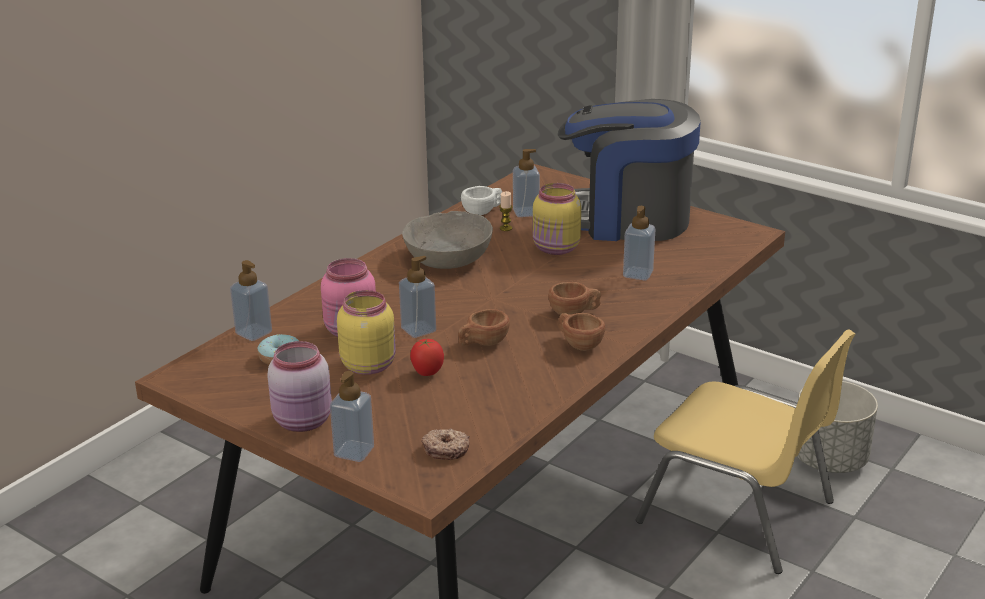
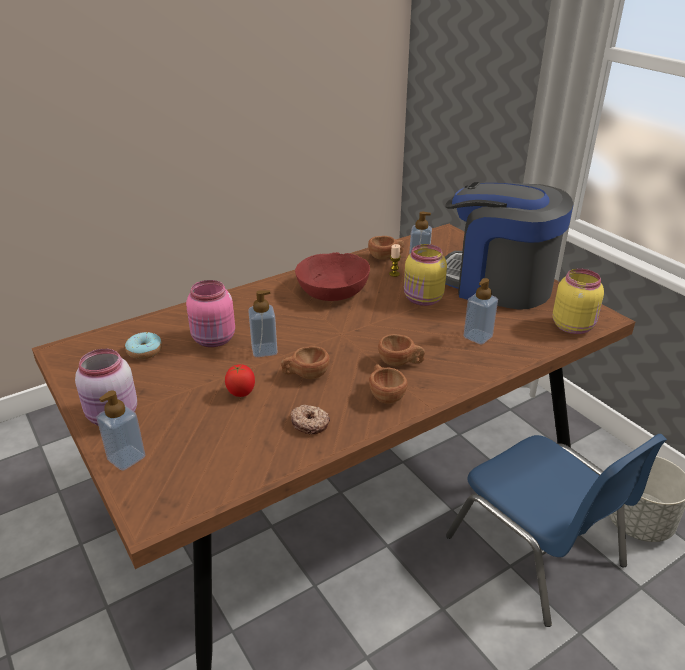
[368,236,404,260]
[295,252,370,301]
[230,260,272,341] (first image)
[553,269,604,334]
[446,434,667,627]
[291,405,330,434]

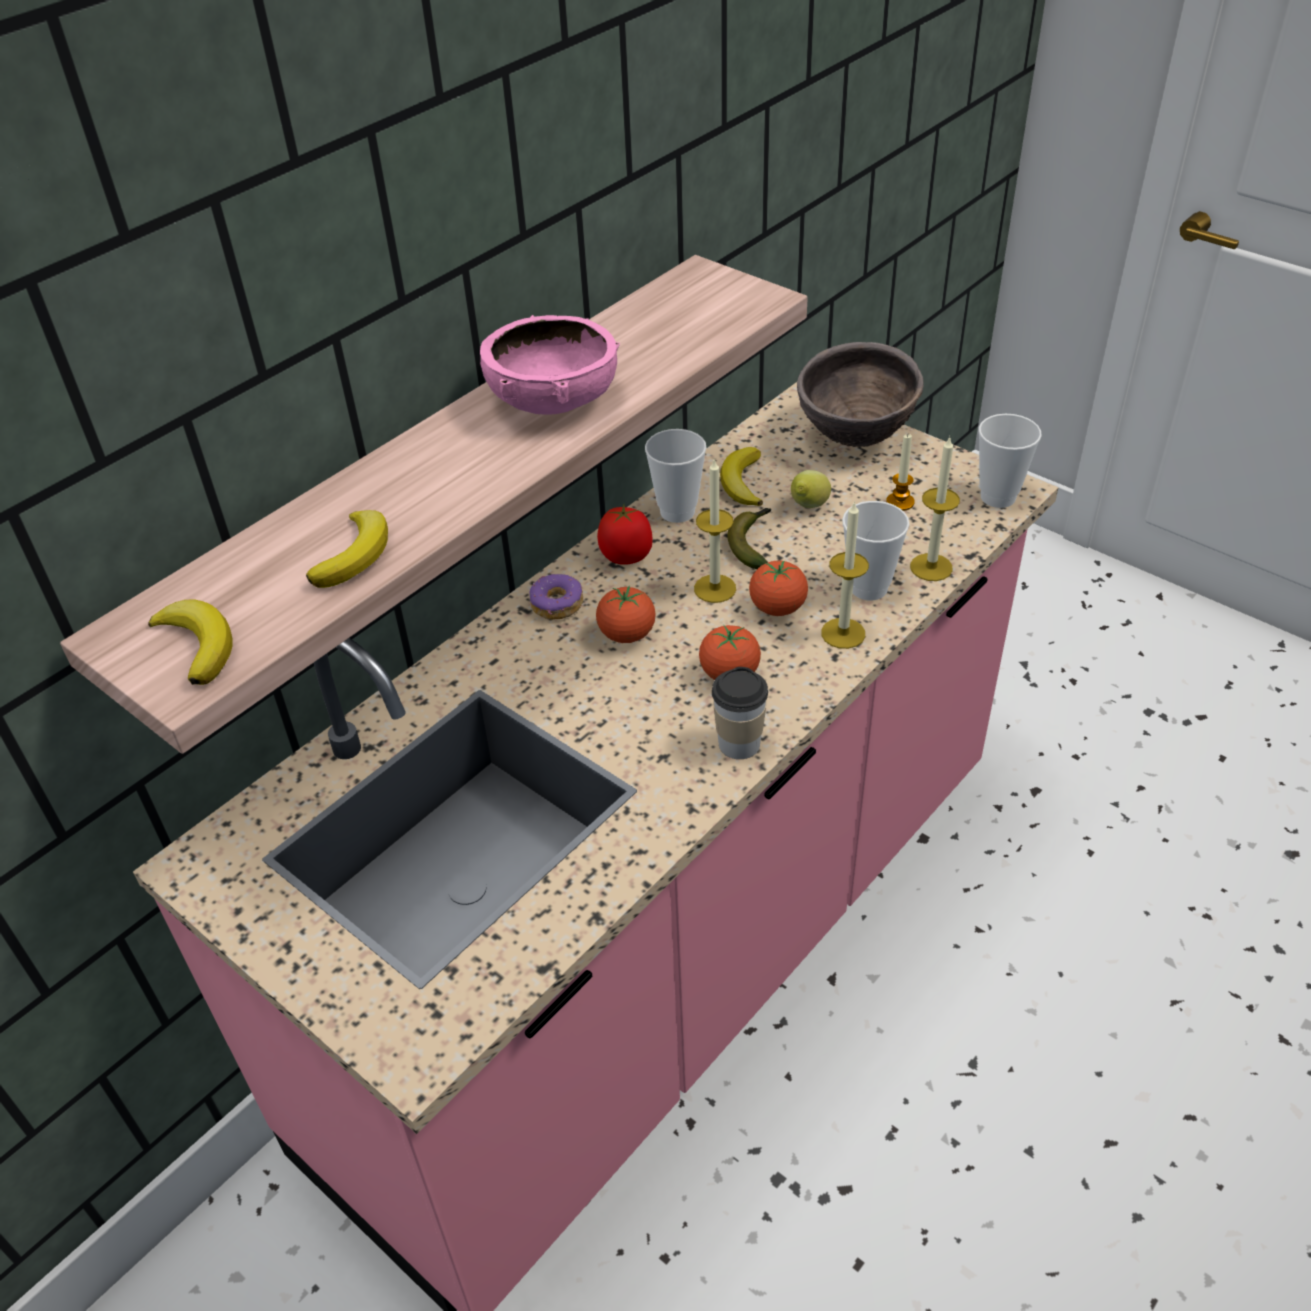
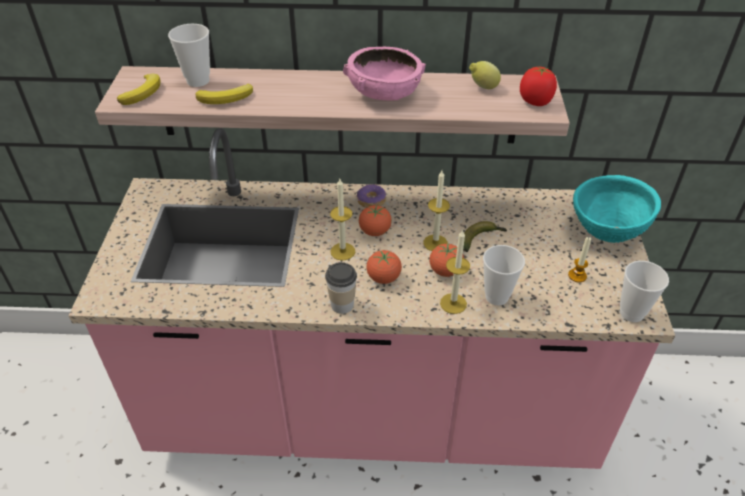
[573,175,661,243]
[168,24,210,87]
[330,179,355,261]
[720,447,763,506] (first image)
[469,61,501,89]
[520,66,557,106]

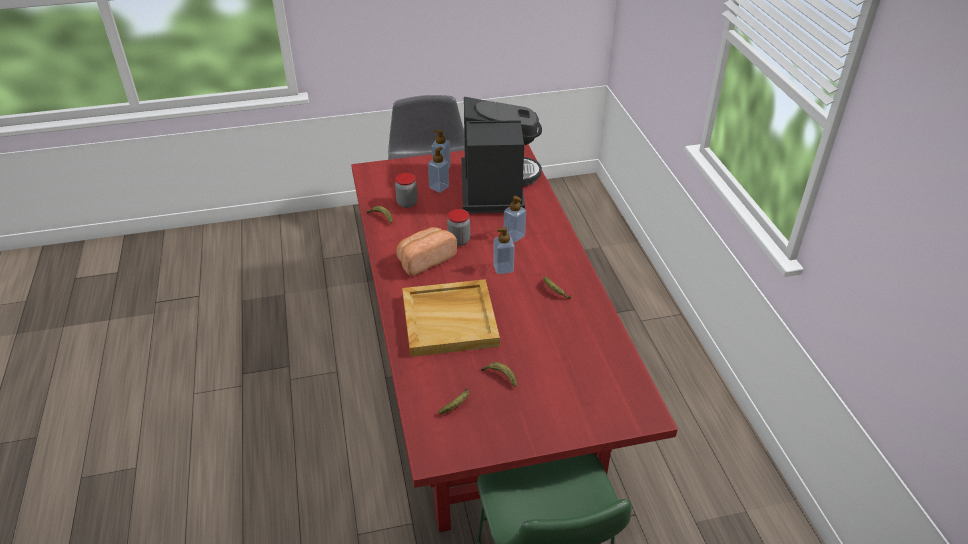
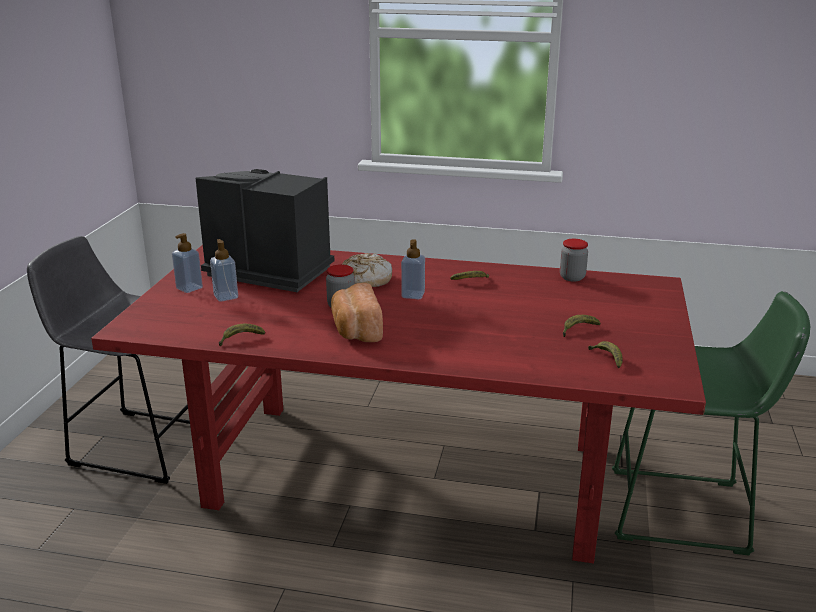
[560,239,588,282]
[342,253,392,287]
[402,279,500,357] (first image)

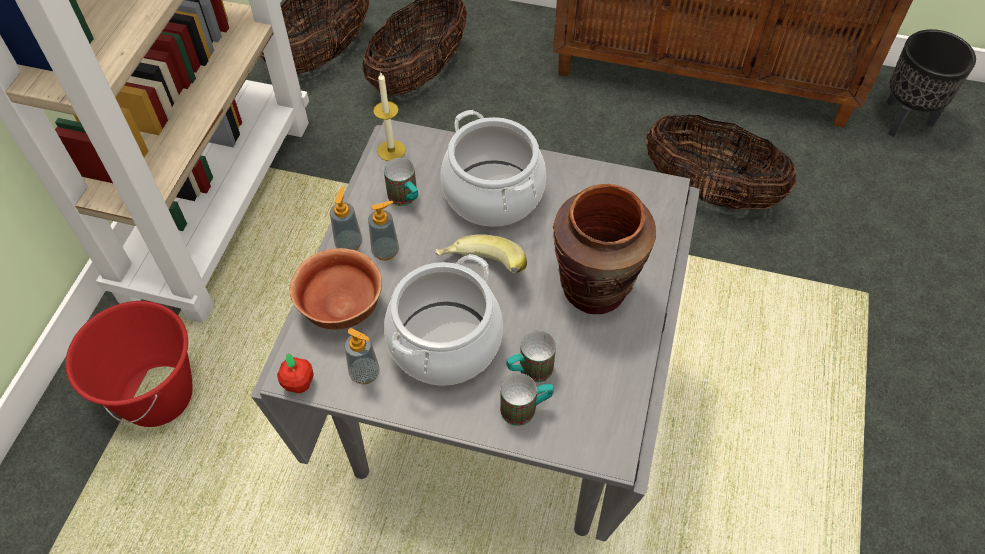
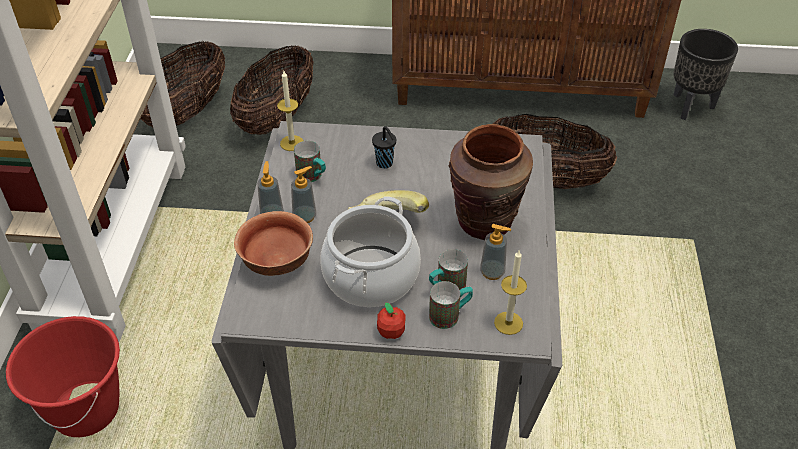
[372,126,396,169]
[480,224,511,280]
[377,302,406,339]
[494,251,527,335]

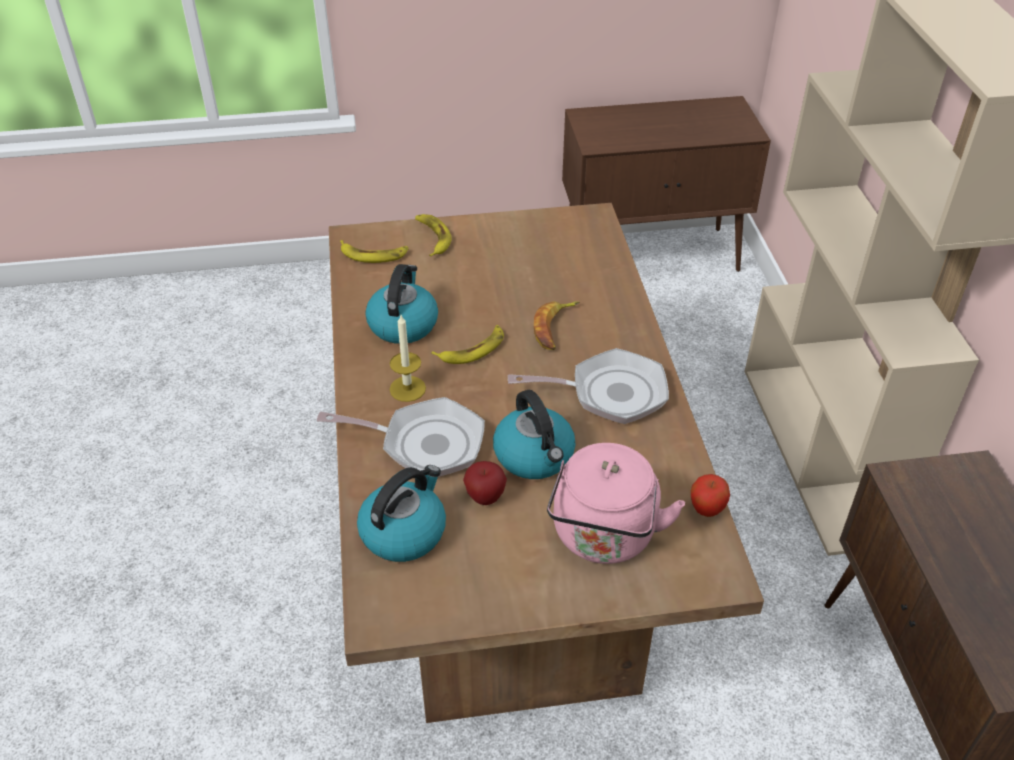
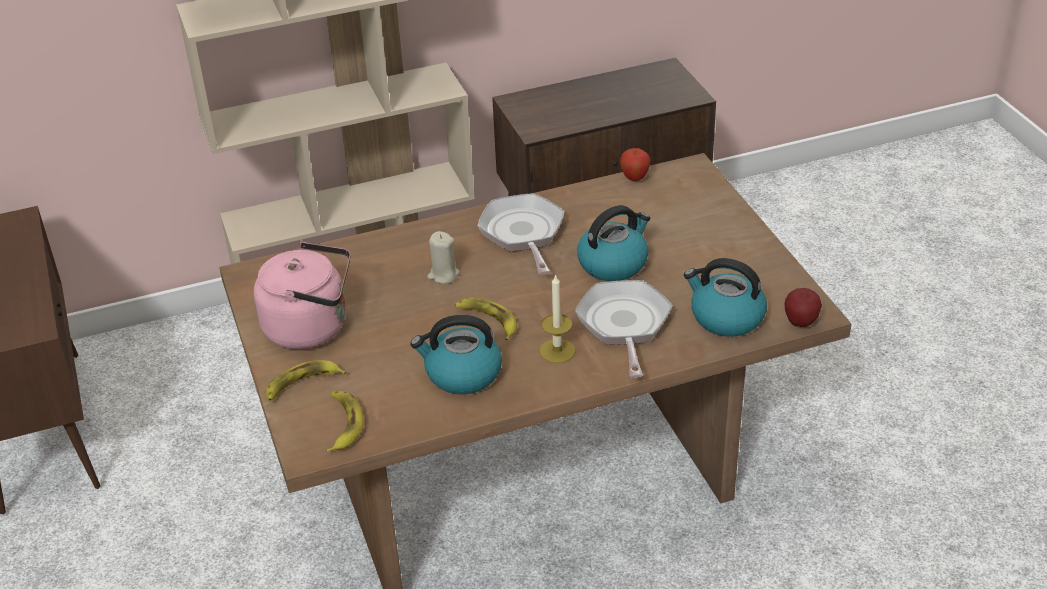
[427,231,460,284]
[254,242,351,349]
[784,288,822,327]

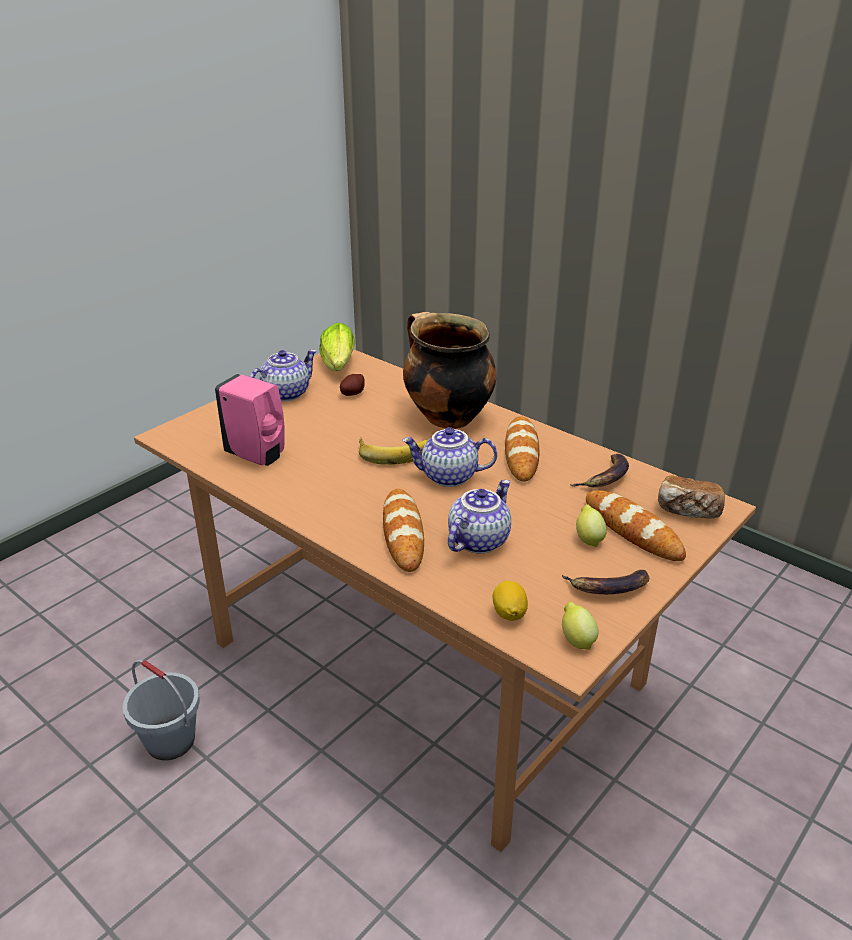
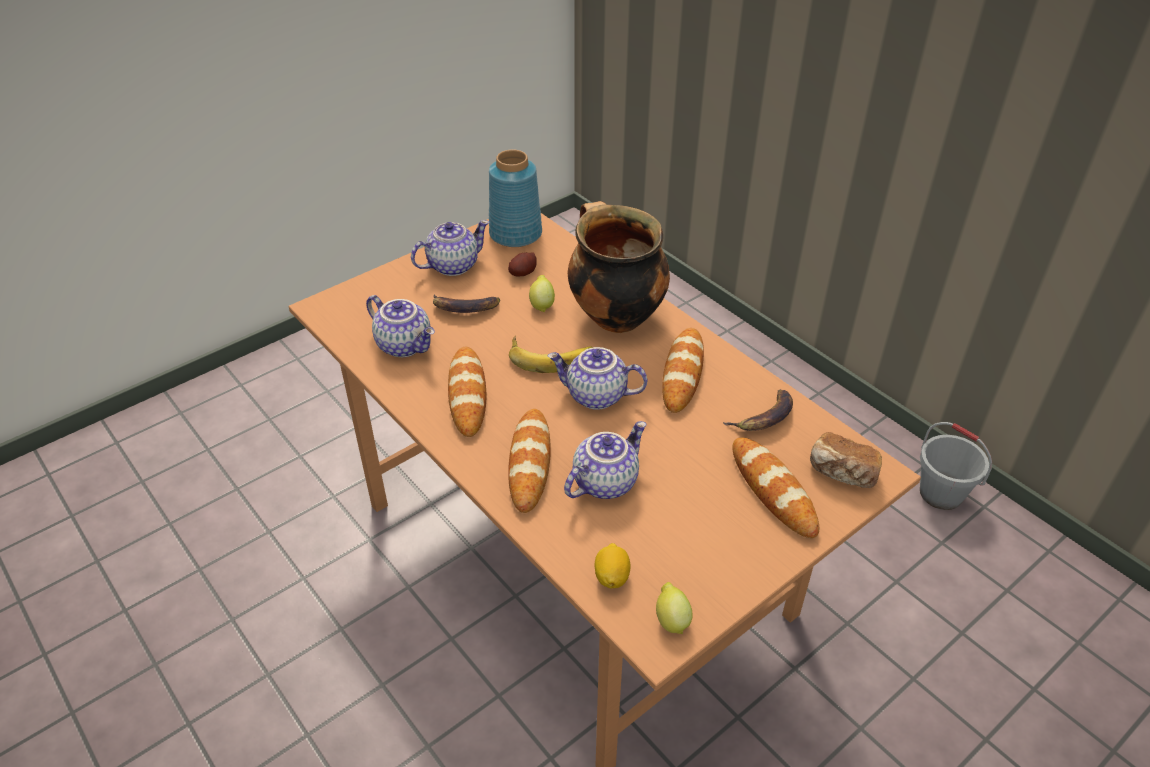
[489,149,542,247]
[366,295,435,357]
[529,275,555,312]
[433,295,500,313]
[920,422,992,510]
[448,347,486,437]

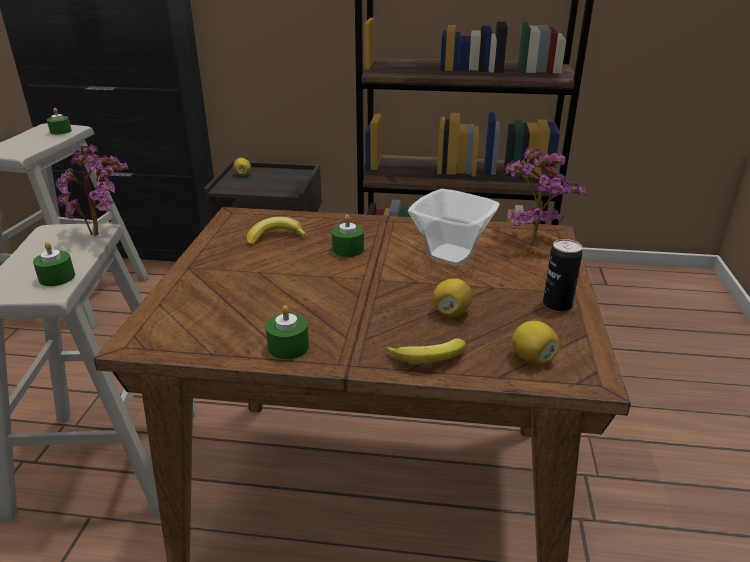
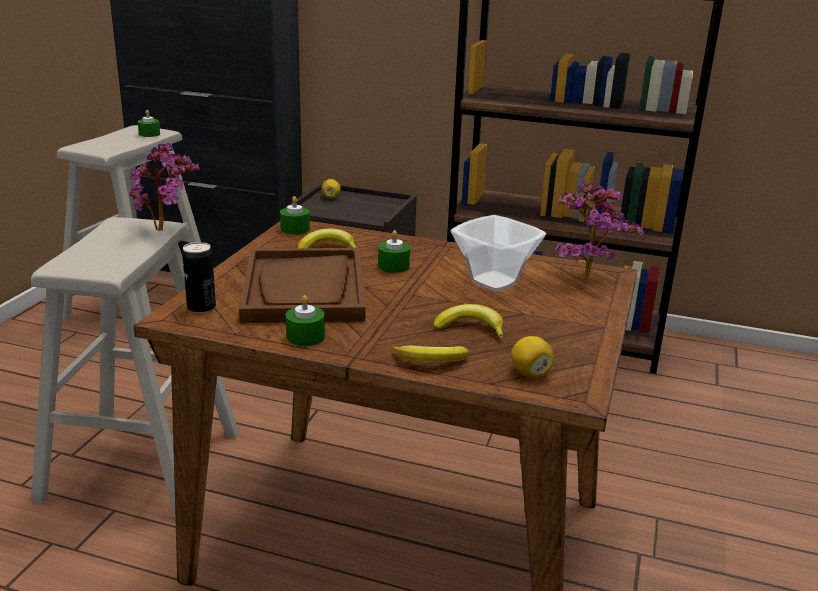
[182,242,216,313]
[280,196,310,235]
[433,304,503,339]
[239,248,366,323]

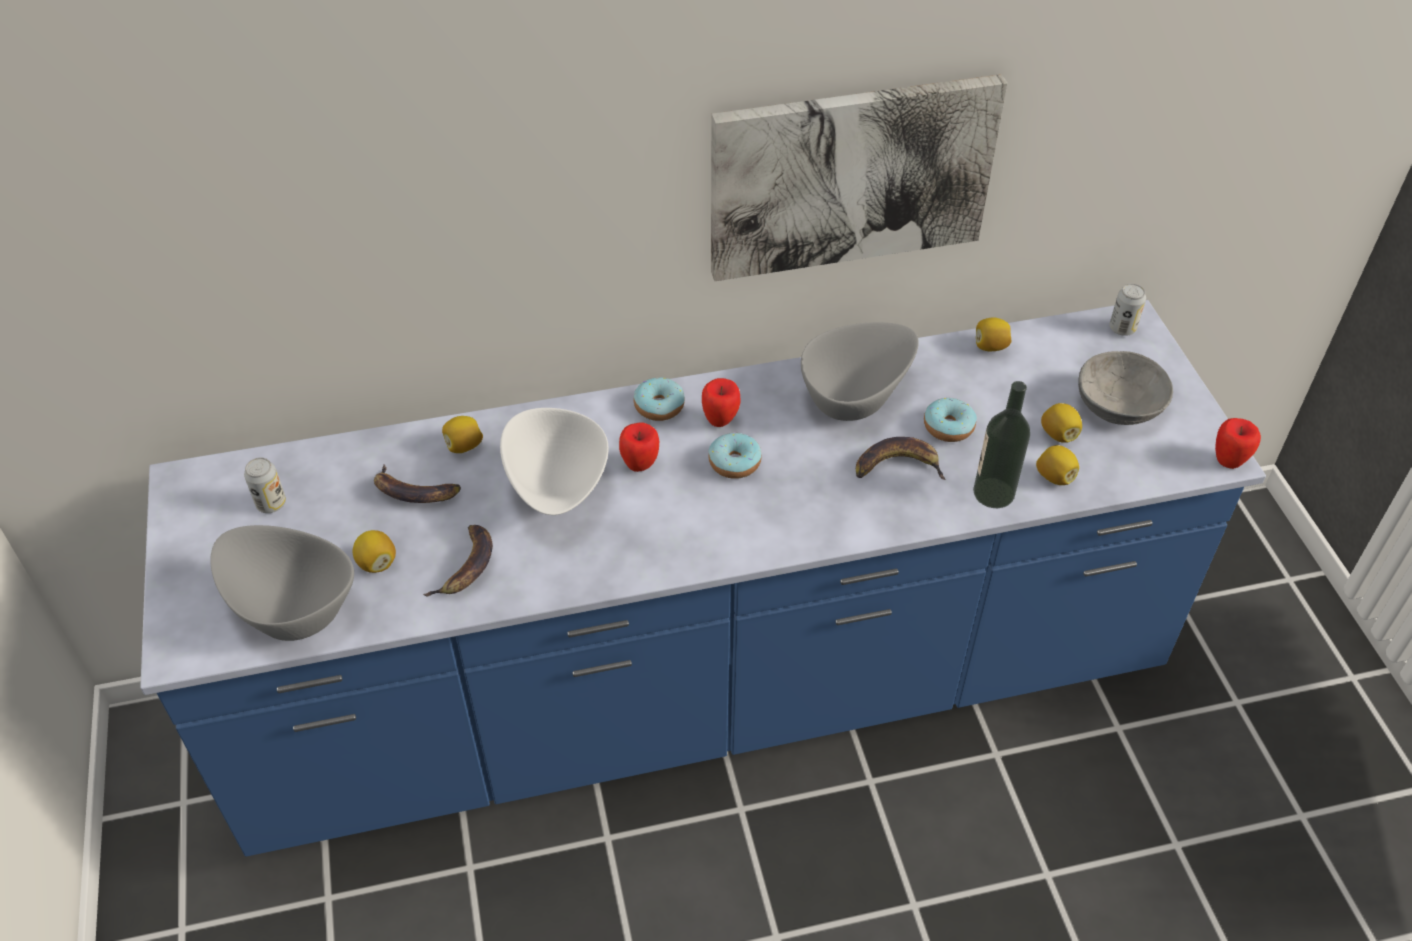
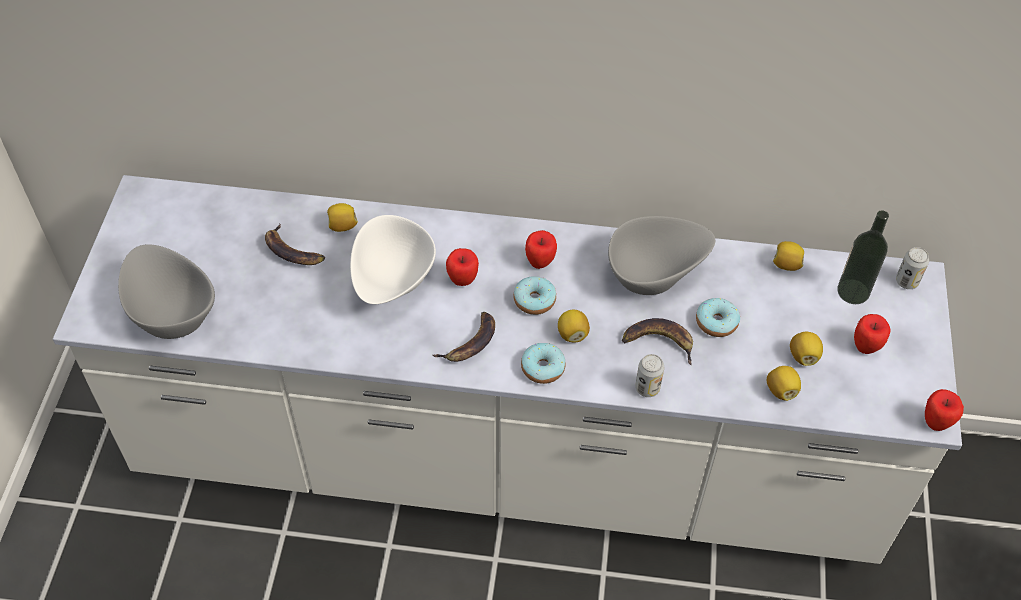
[711,74,1007,281] (first image)
[53,175,962,564]
[854,314,890,354]
[521,343,566,384]
[837,210,889,304]
[635,354,664,397]
[433,311,495,362]
[558,310,590,343]

